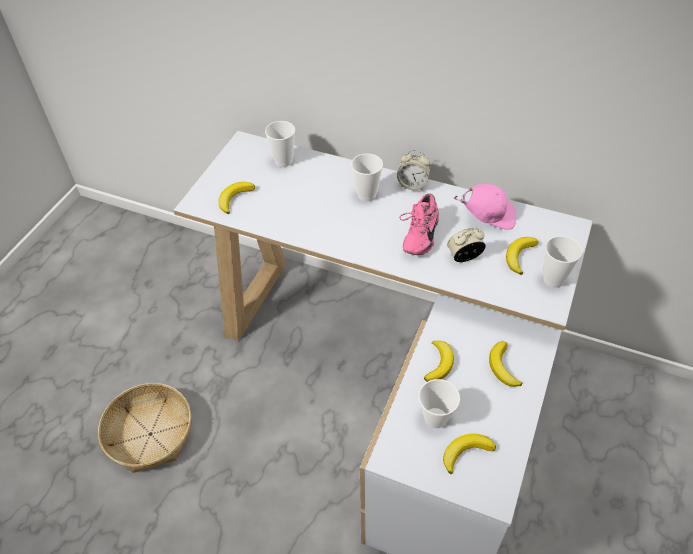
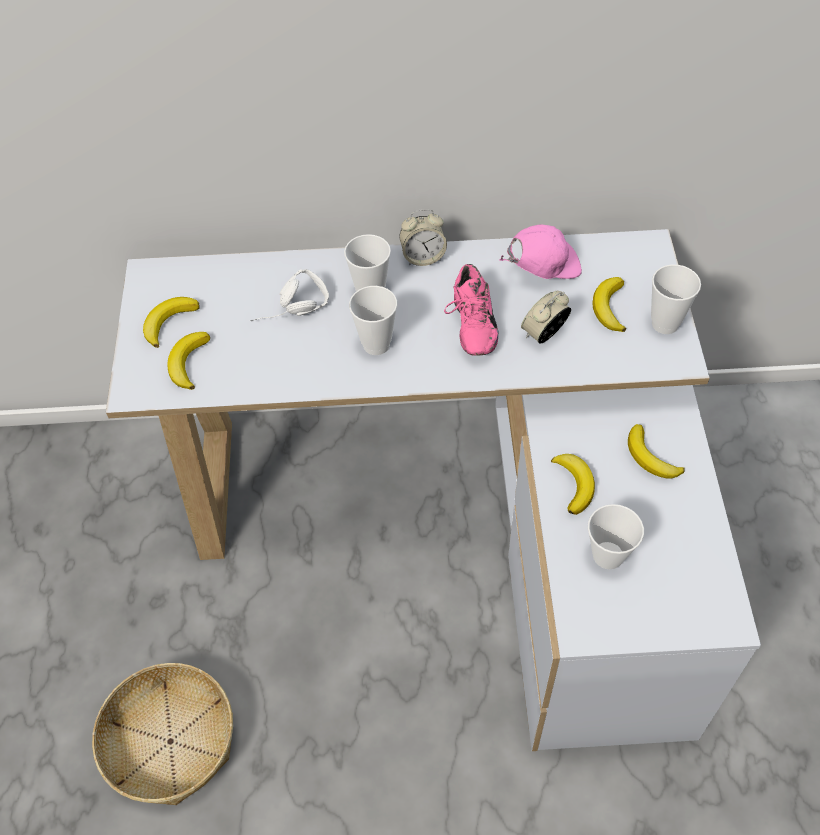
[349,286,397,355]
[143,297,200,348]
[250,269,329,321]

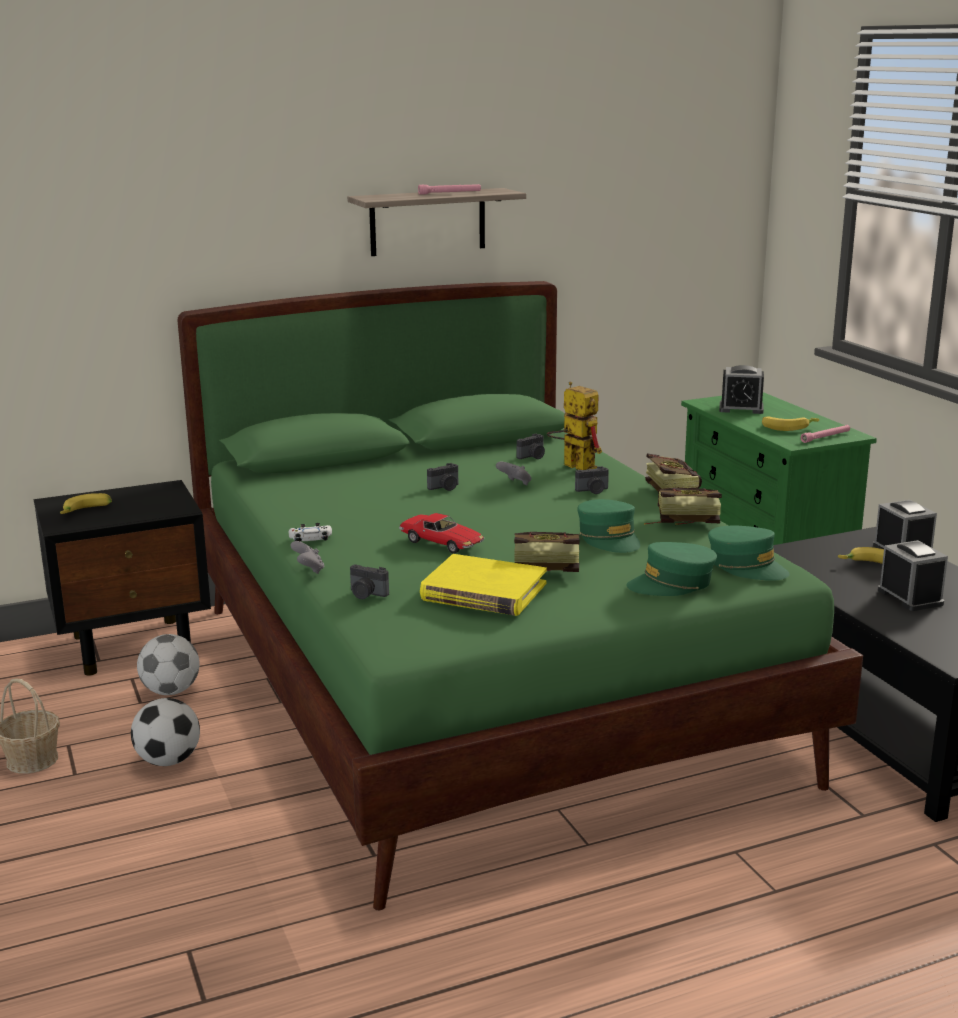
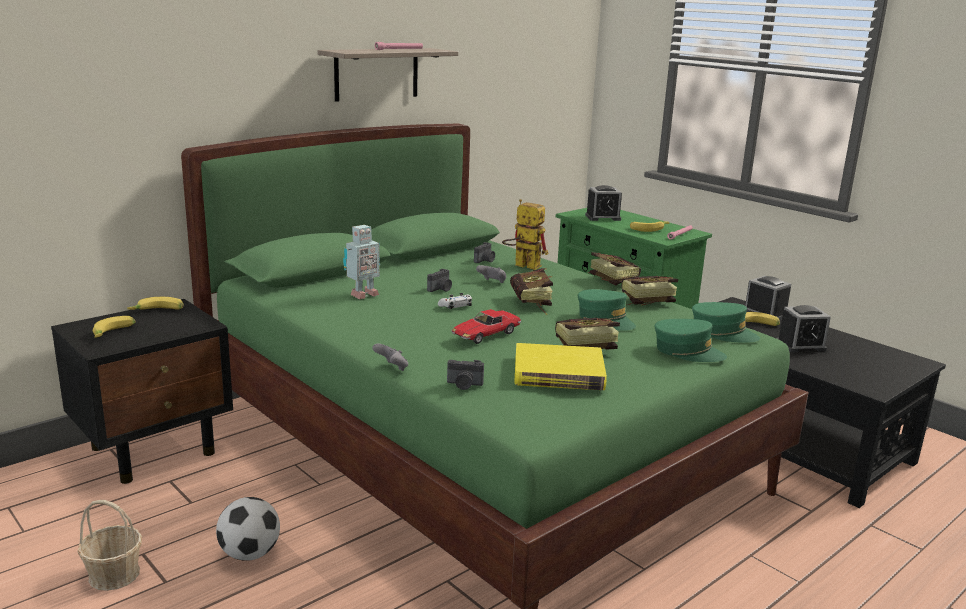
[575,466,609,494] (first image)
[451,309,521,344]
[438,293,472,309]
[777,305,831,352]
[654,319,727,362]
[137,634,200,695] (first image)
[343,225,380,299]
[510,268,553,315]
[127,297,184,310]

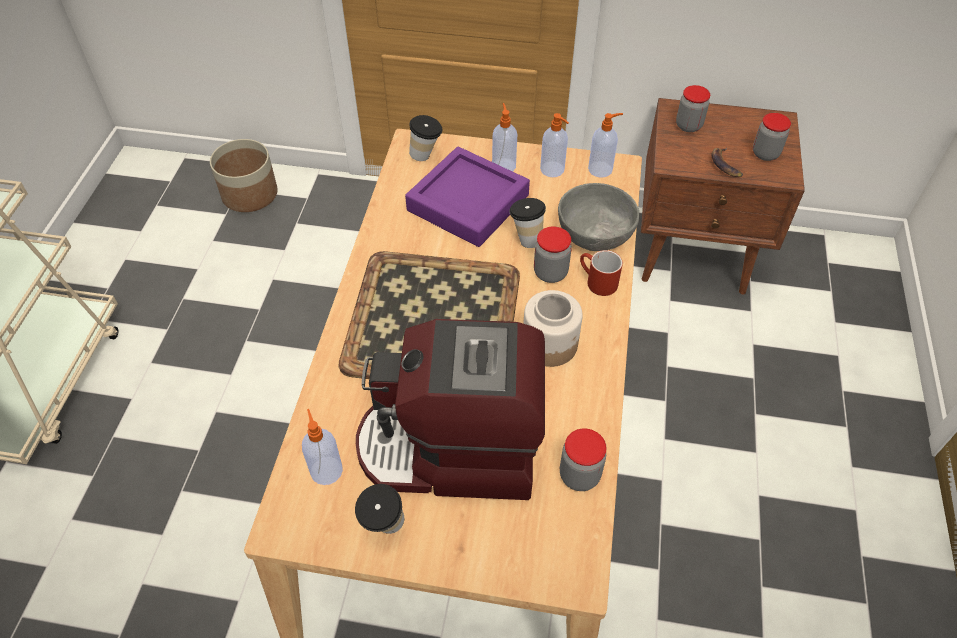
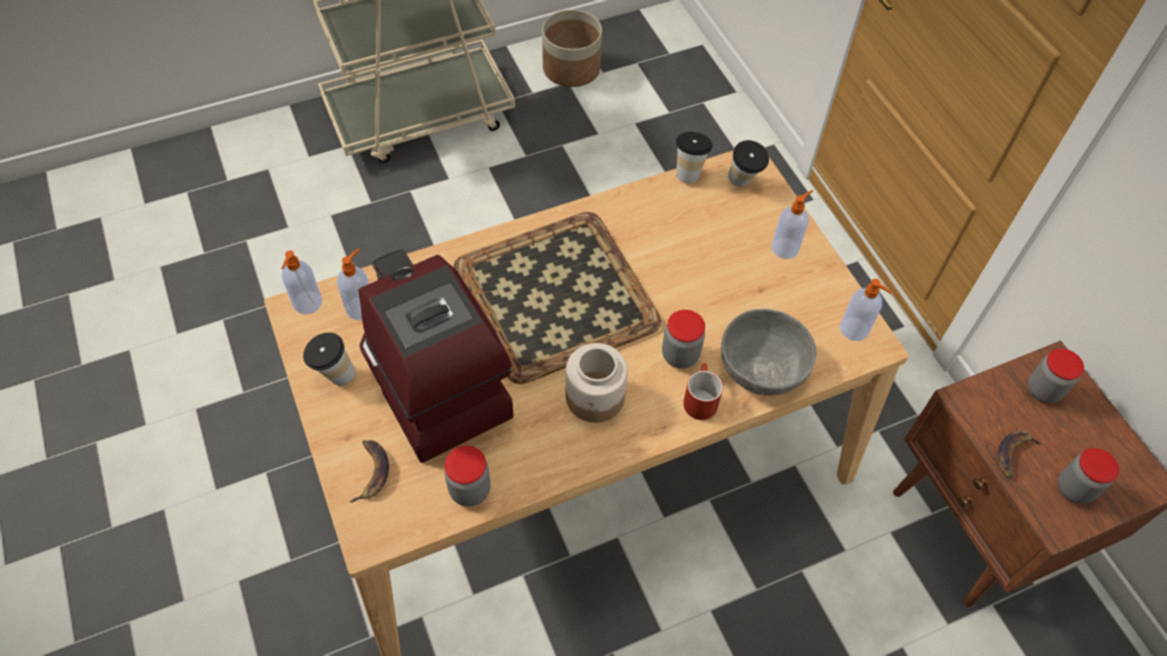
[281,251,322,314]
[542,9,602,87]
[405,147,530,247] (first image)
[676,132,713,183]
[350,440,389,502]

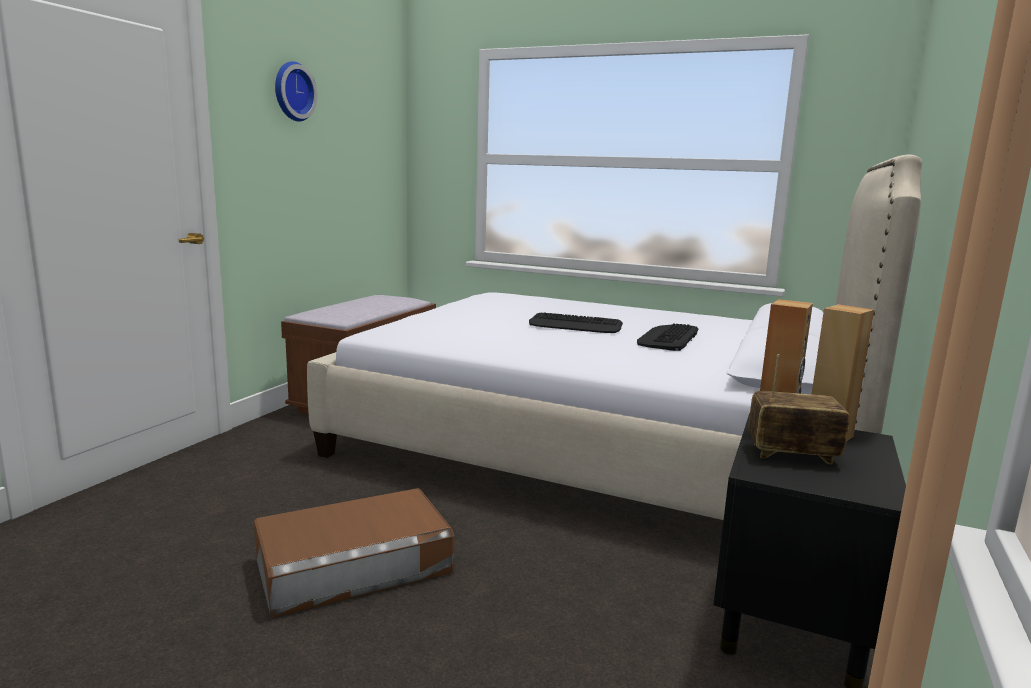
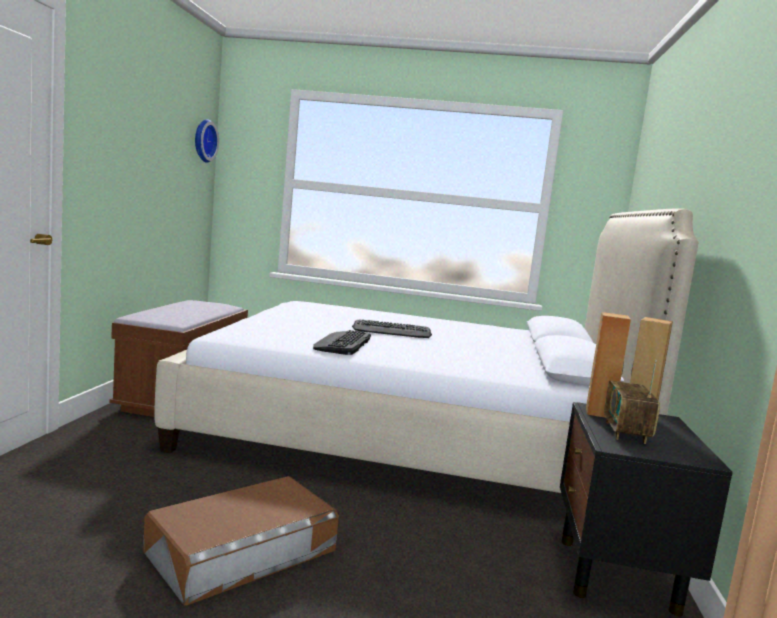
[195,119,219,163]
[313,330,371,355]
[604,360,660,444]

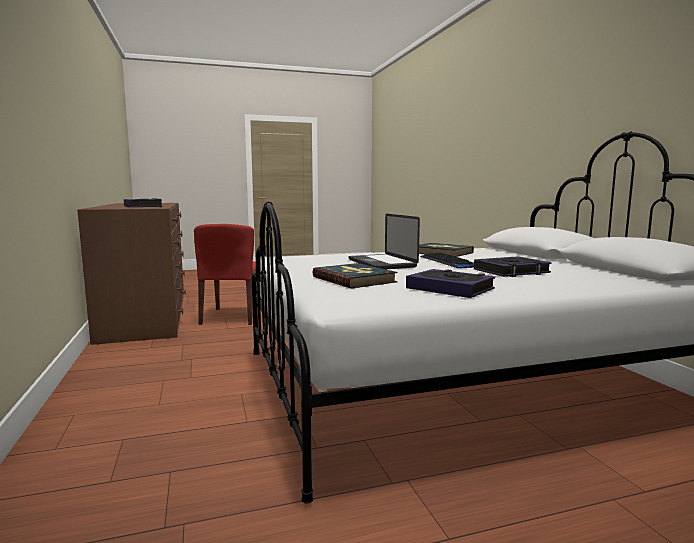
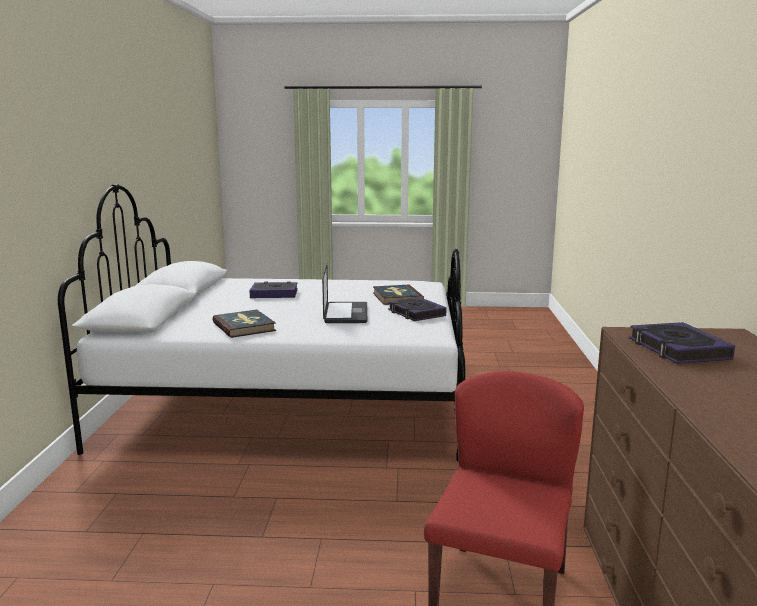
[420,253,474,268] (first image)
[388,297,447,321]

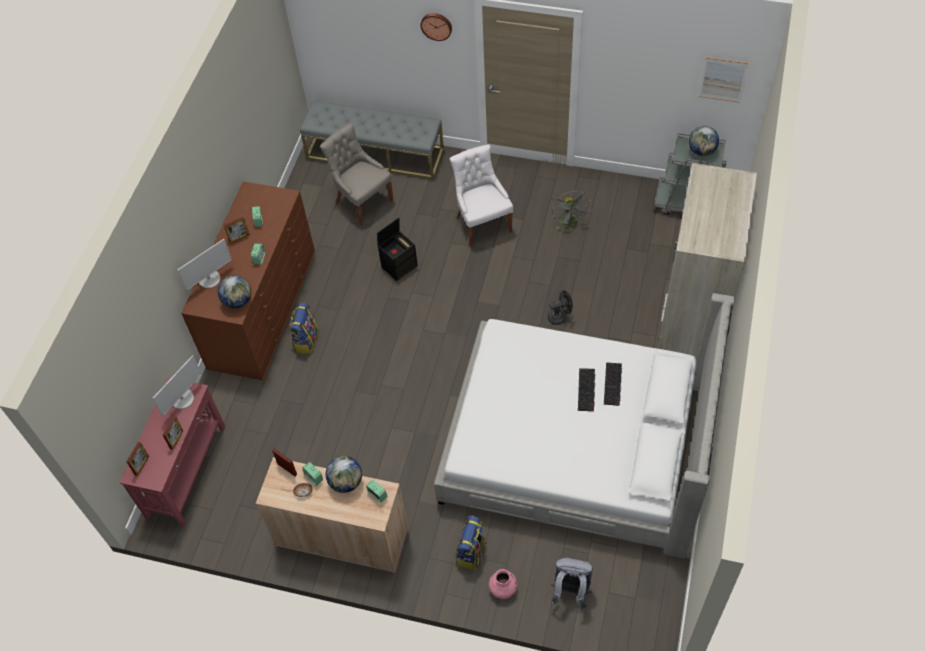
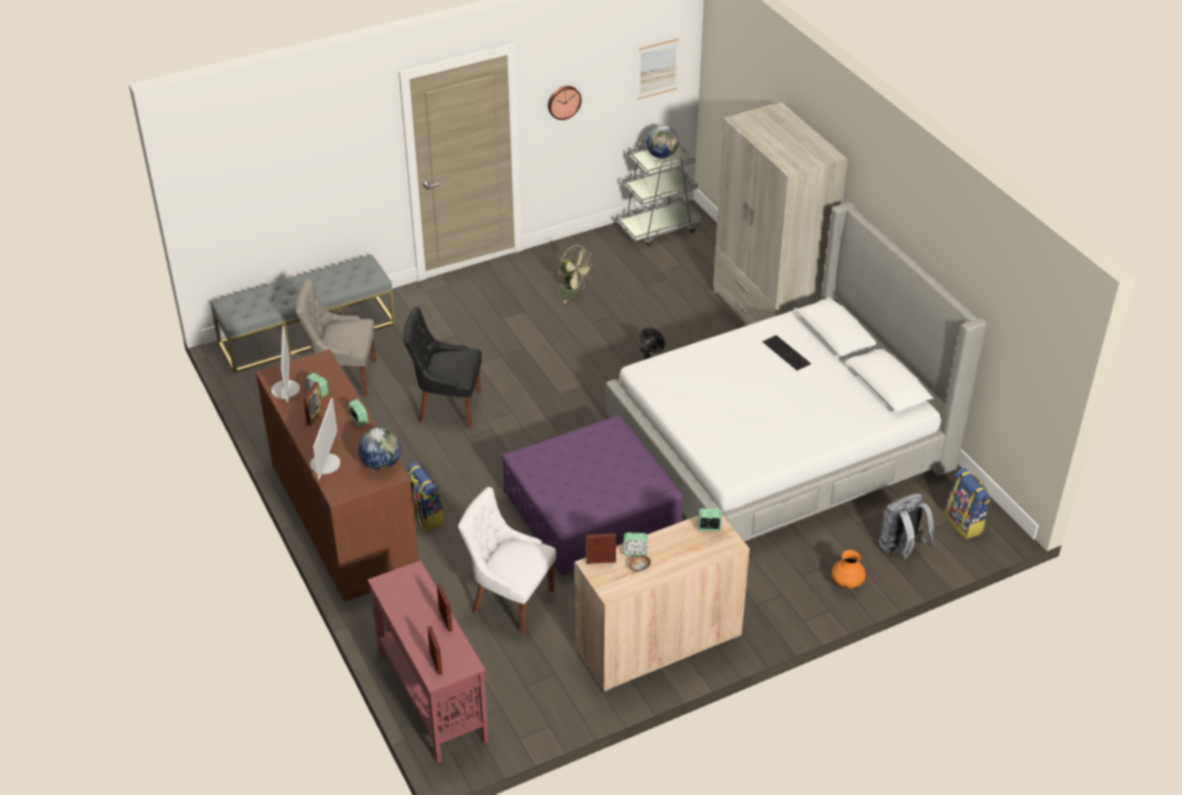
[548,86,582,120]
[458,487,556,635]
[558,245,592,303]
[403,307,482,429]
[271,326,300,402]
[578,368,595,412] (first image)
[326,456,362,493] (first image)
[944,468,990,539]
[831,550,866,589]
[502,415,683,576]

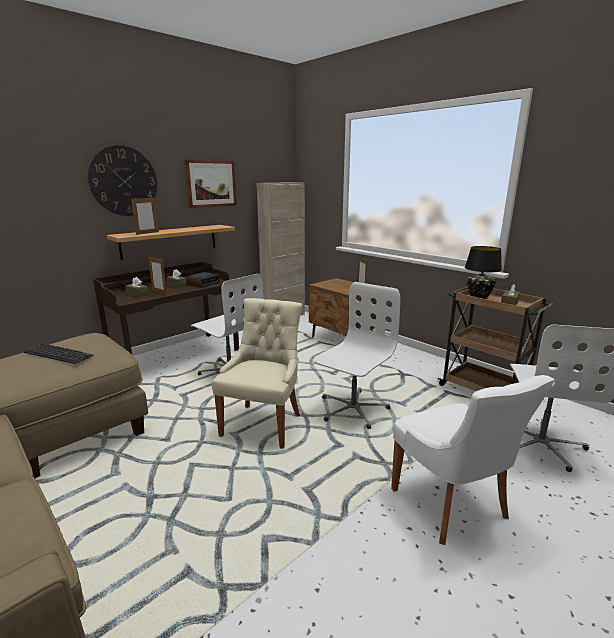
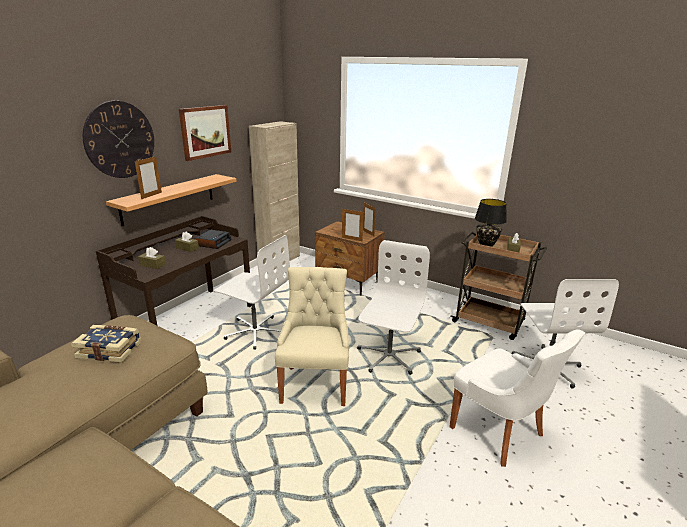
[342,209,364,241]
[71,325,141,363]

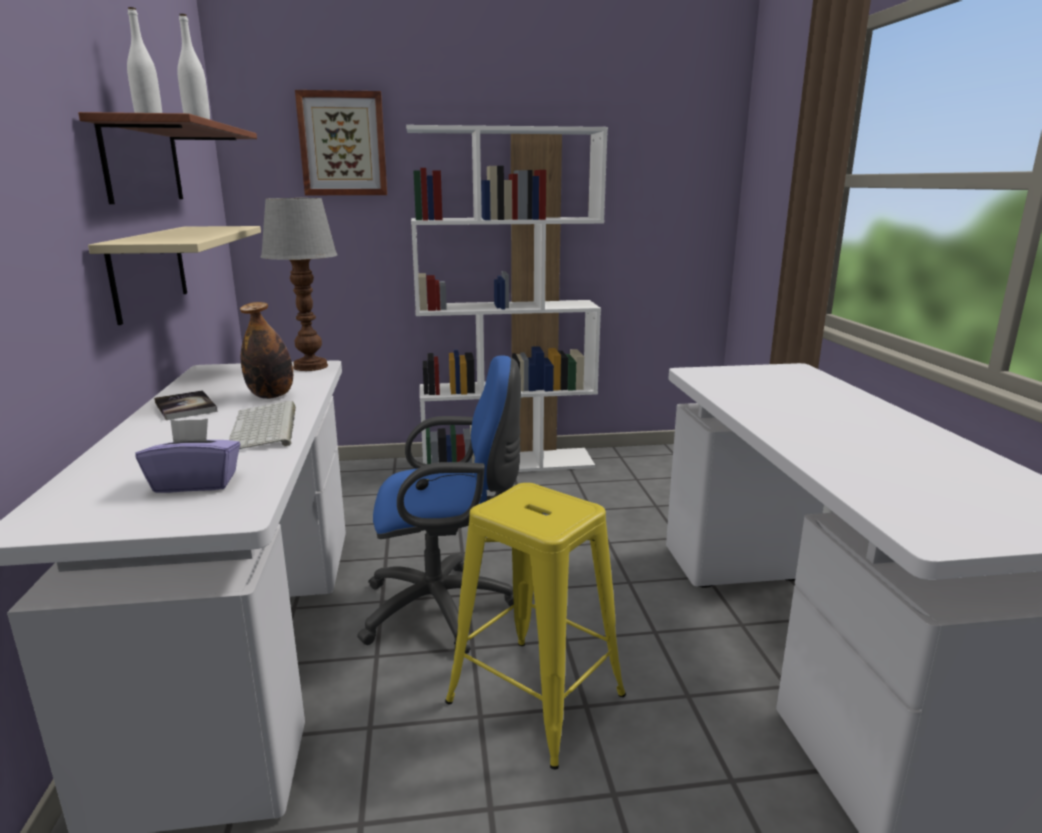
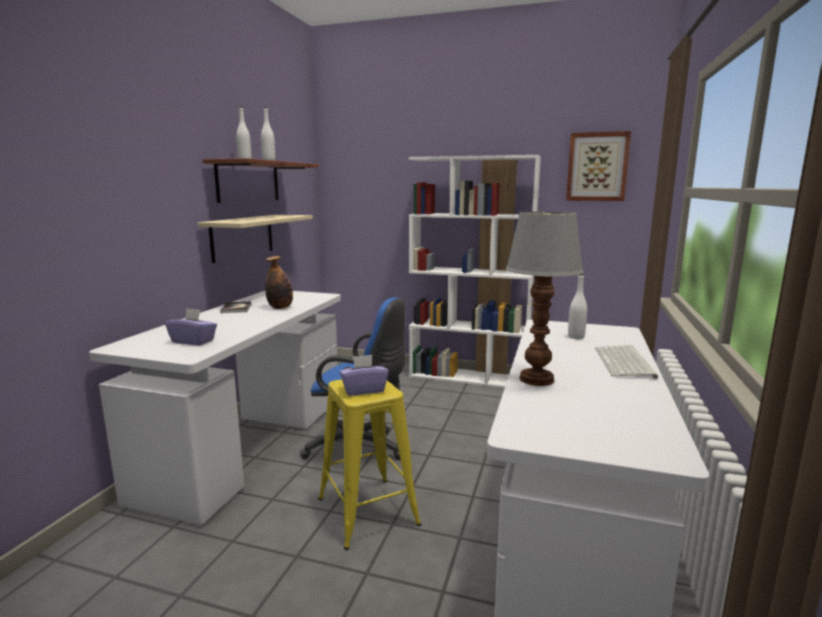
[566,131,631,201]
[506,212,584,386]
[595,345,658,379]
[568,274,587,339]
[339,355,389,396]

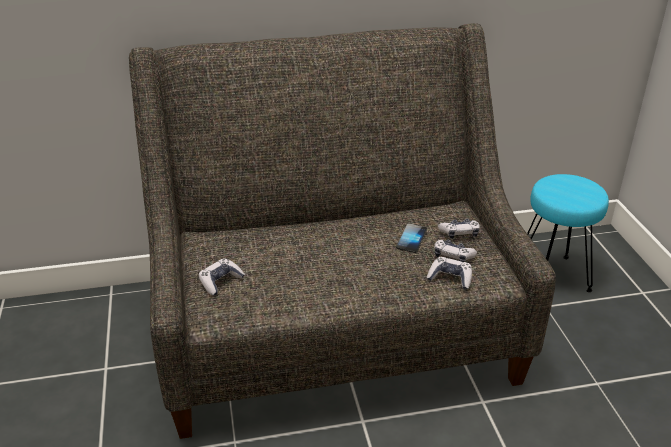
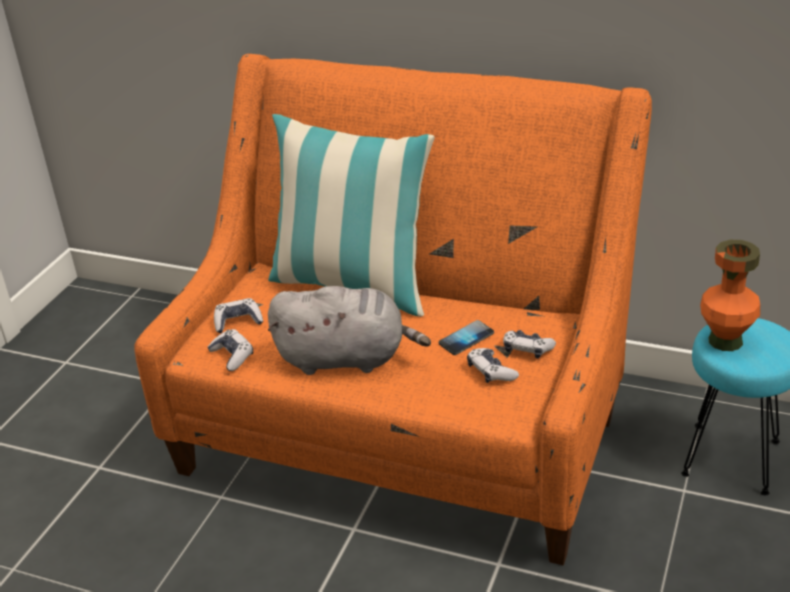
[134,54,652,565]
[207,329,253,371]
[268,114,435,317]
[700,240,760,351]
[268,286,431,375]

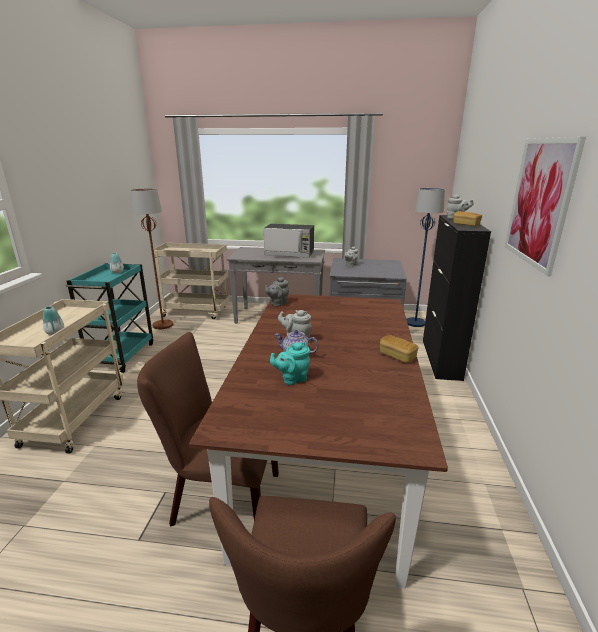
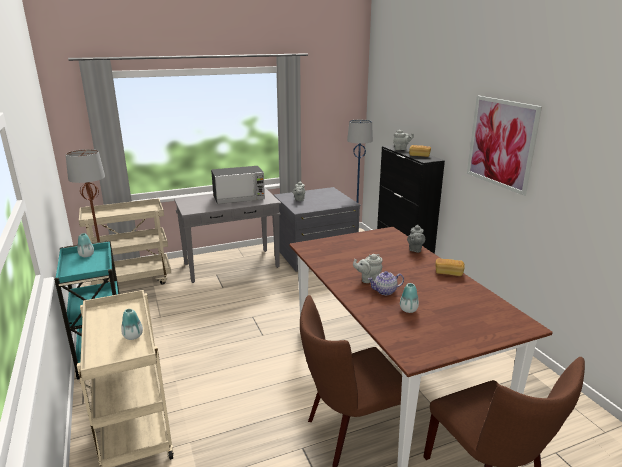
[407,225,425,253]
[400,283,419,313]

